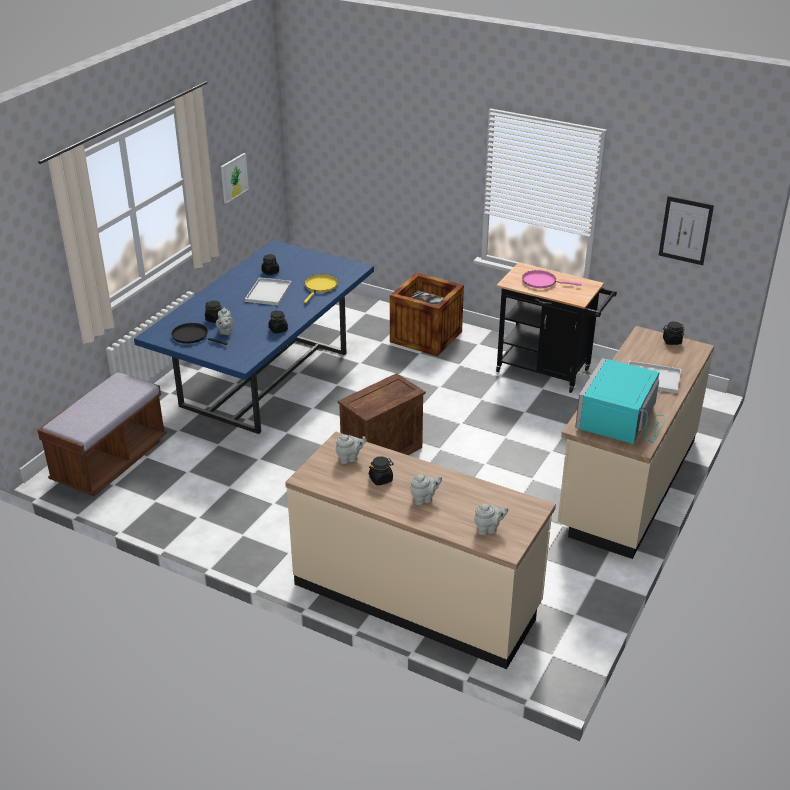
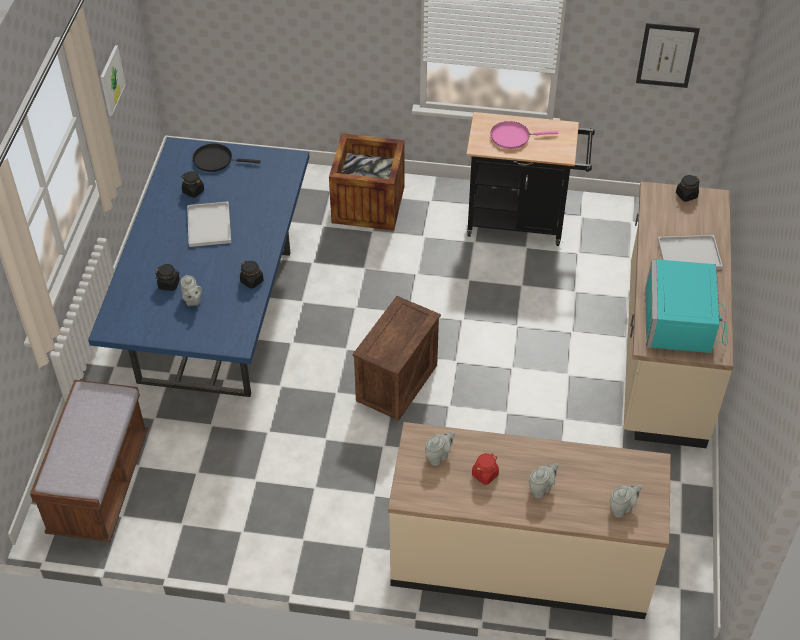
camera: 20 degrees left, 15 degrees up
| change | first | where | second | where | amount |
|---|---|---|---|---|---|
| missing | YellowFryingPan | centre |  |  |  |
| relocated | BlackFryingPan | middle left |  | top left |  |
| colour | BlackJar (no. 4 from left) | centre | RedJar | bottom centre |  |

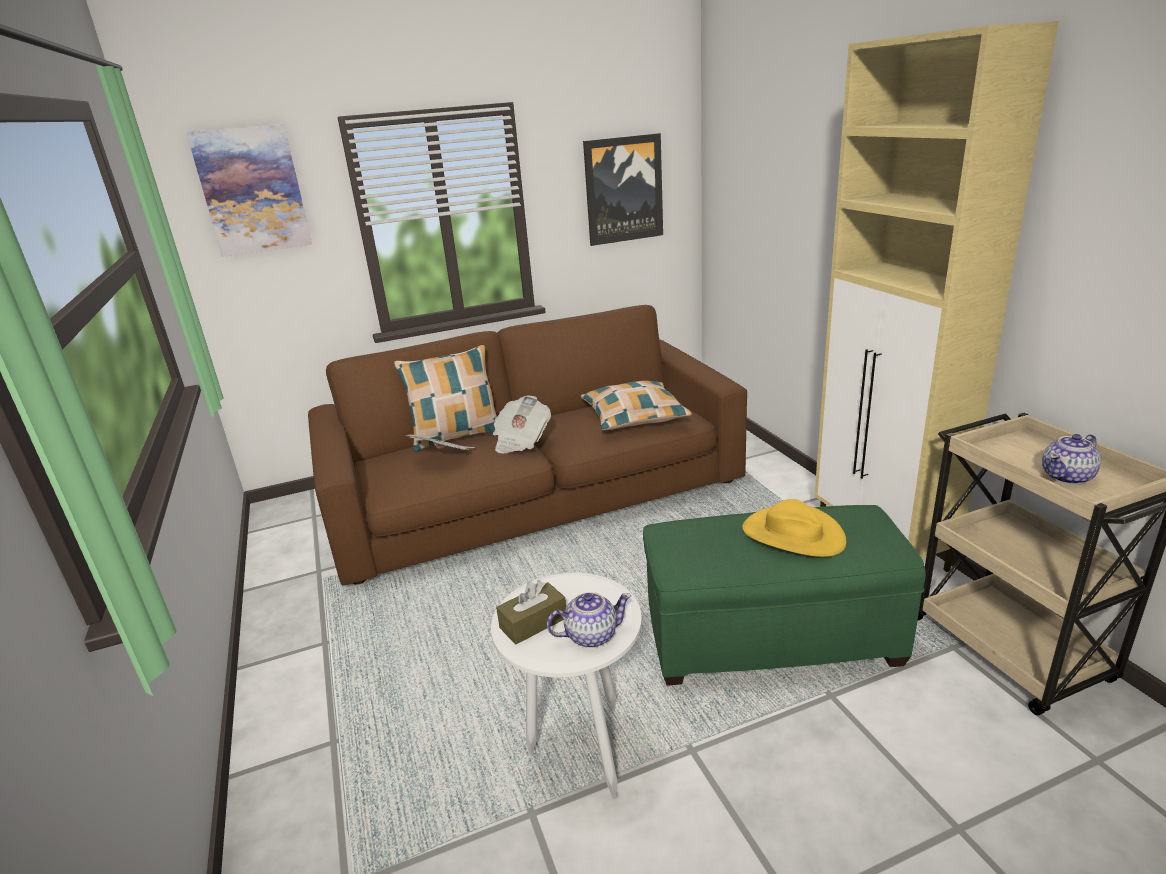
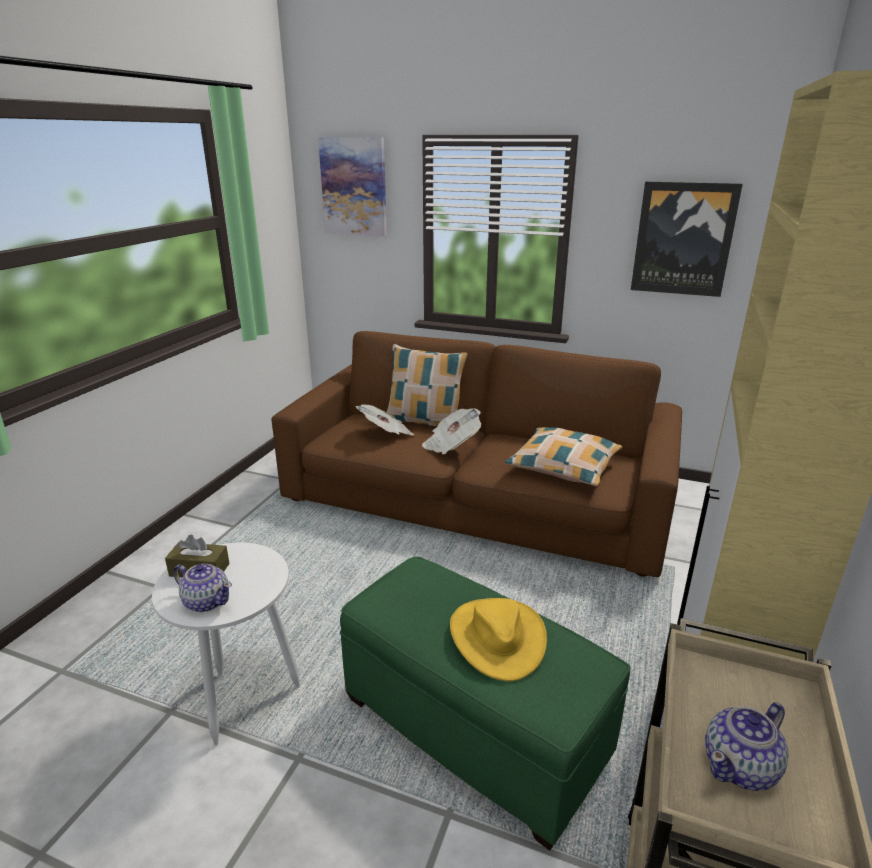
camera: 40 degrees right, 0 degrees up
| change | first | where | second | where | amount |
|---|---|---|---|---|---|
| spun | Teapot (no. 2 from left) | middle right |  | bottom right | 45 degrees counterclockwise |

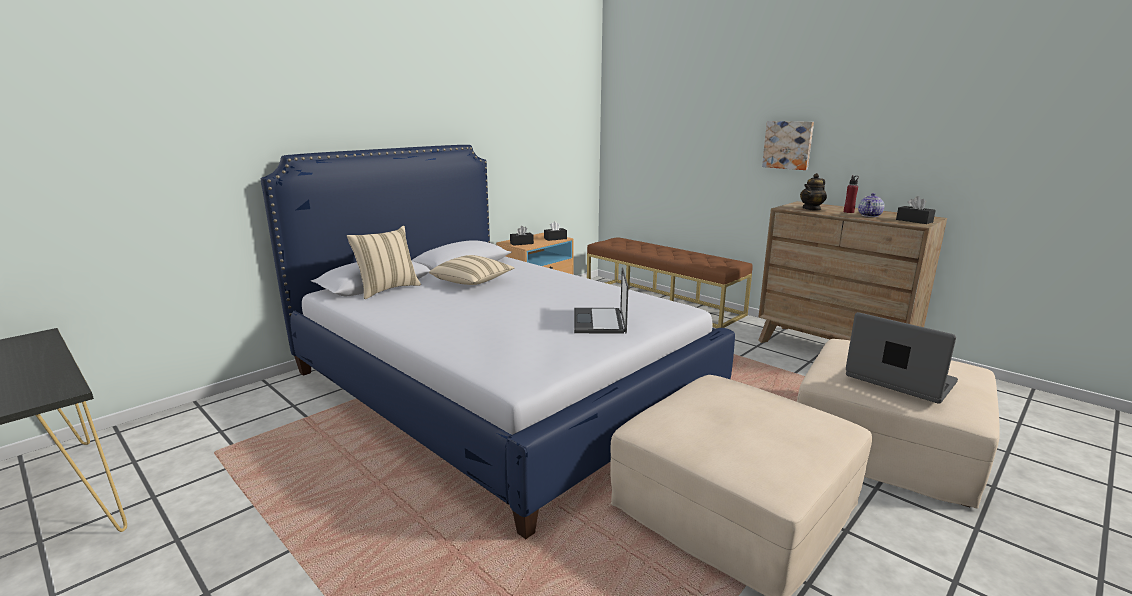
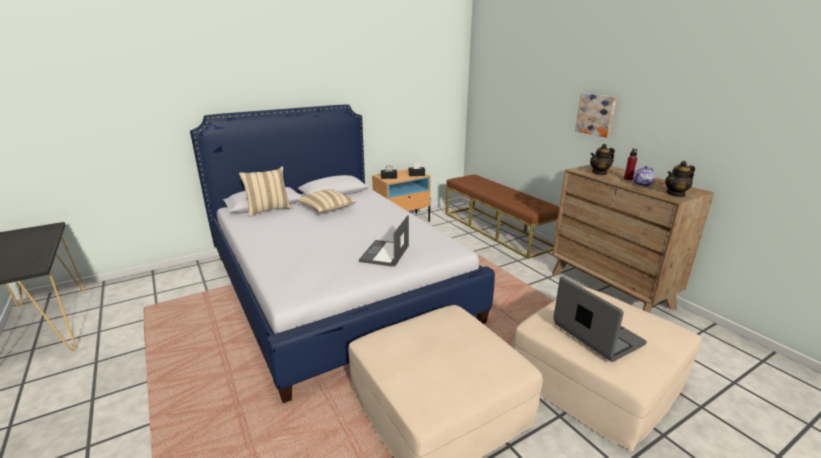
camera: 15 degrees right, 5 degrees up
| change | first | where | second | where | amount |
|---|---|---|---|---|---|
| exchanged | BlackTissueBox (no. 3 from left) | middle right | Teapot (no. 3 from left) | middle right |  |

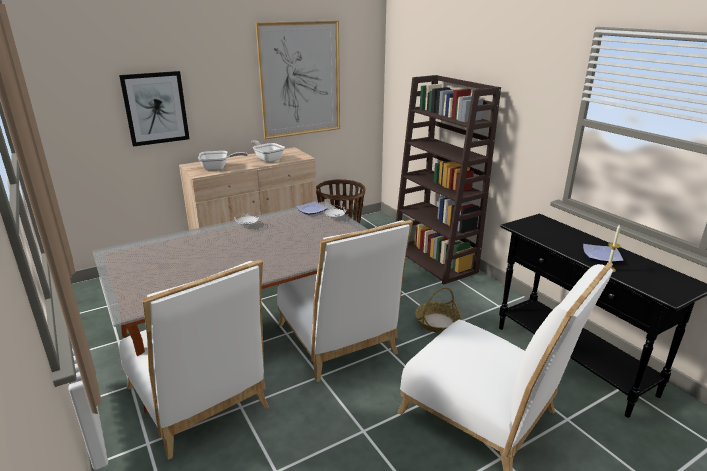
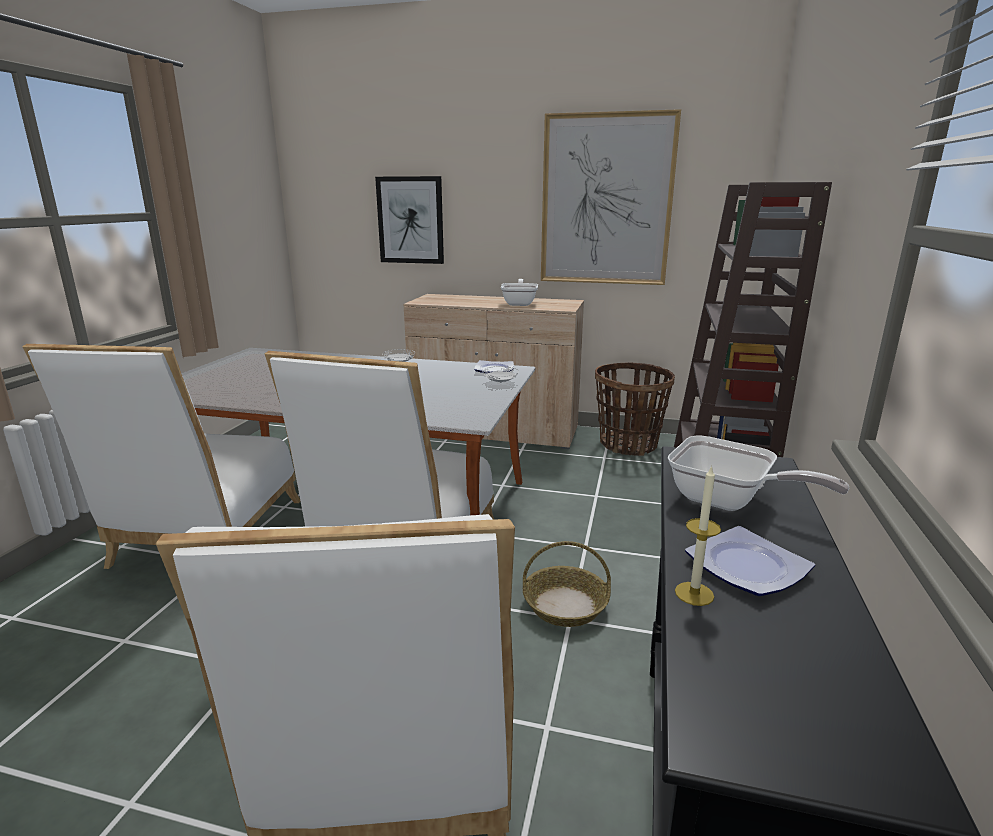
camera: 45 degrees right, 5 degrees down
| change | first | where | second | where | amount |
|---|---|---|---|---|---|
| relocated | FryingPan (no. 1 from left in the first image) | middle left | FryingPan (no. 2 from left) | middle right |  |

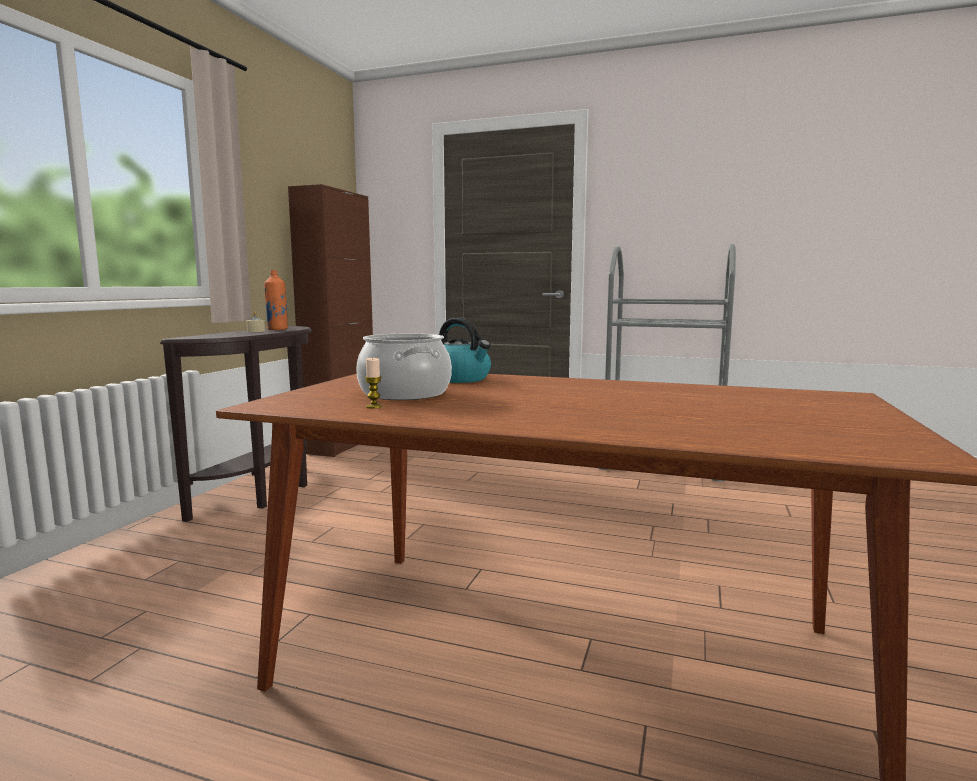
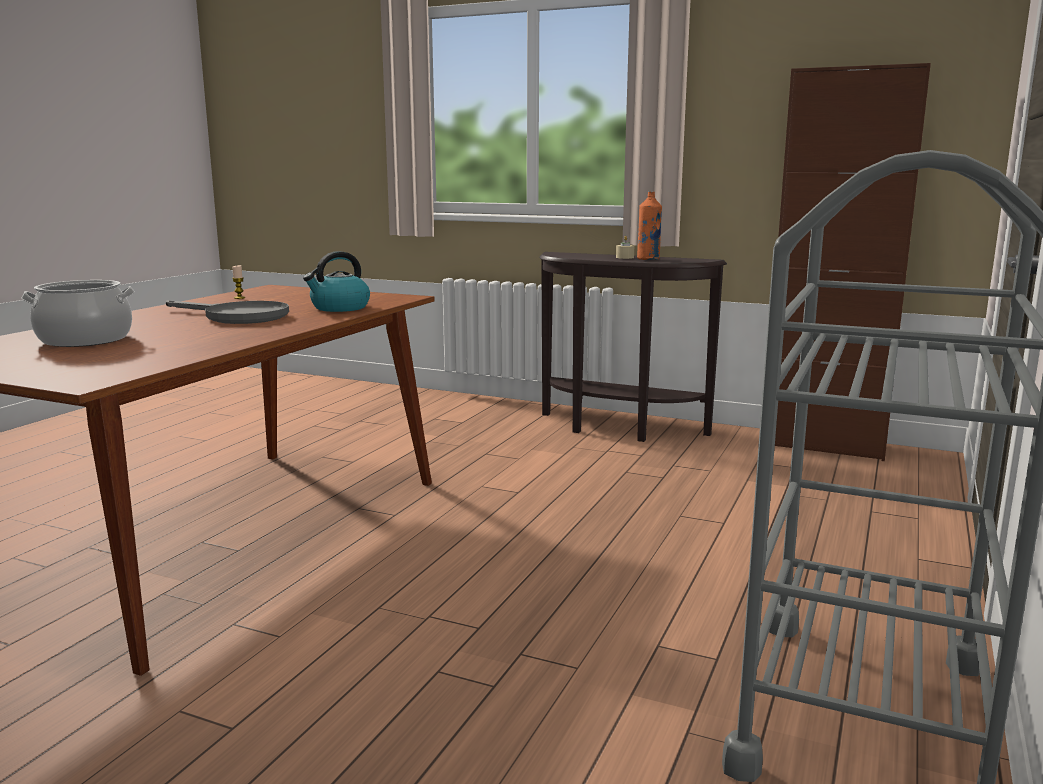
camera: 95 degrees right, 5 degrees up
| change | first | where | second | where | amount |
|---|---|---|---|---|---|
| appeared |  |  | GreyFryingPan | middle left |  |
| relocated | CookingPot | centre |  | middle left |  |

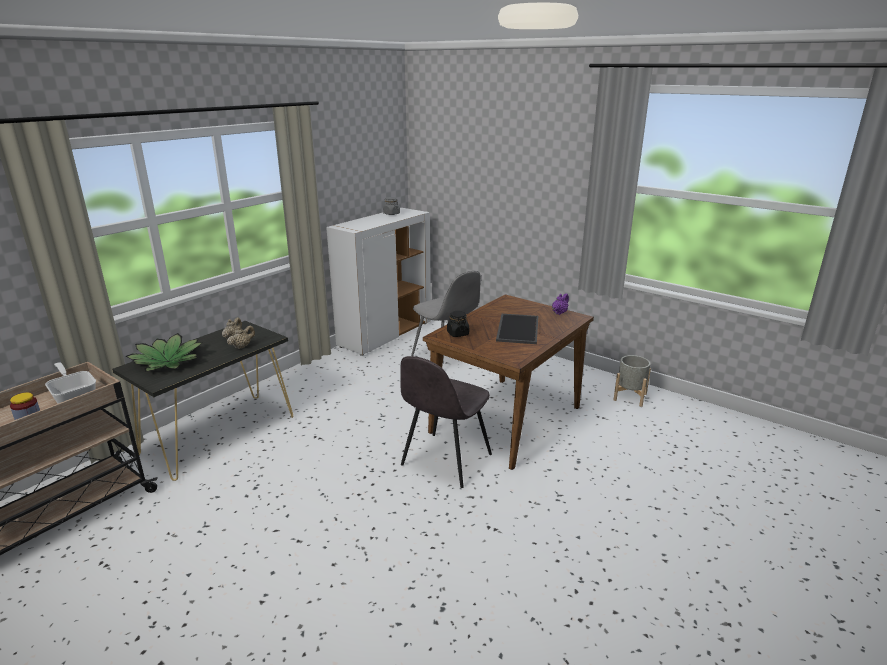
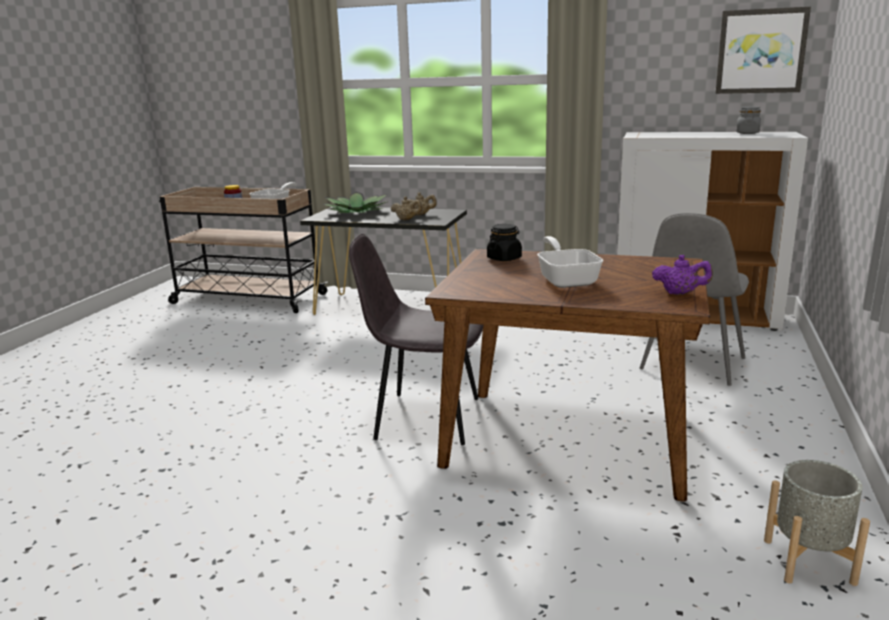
camera: 70 degrees right, 5 degrees down
| change | first | where | second | where | amount |
|---|---|---|---|---|---|
| appeared |  |  | Picture | top right |  |
| exchanged | Tray | centre | FryingPan (no. 2 from left) | centre |  |

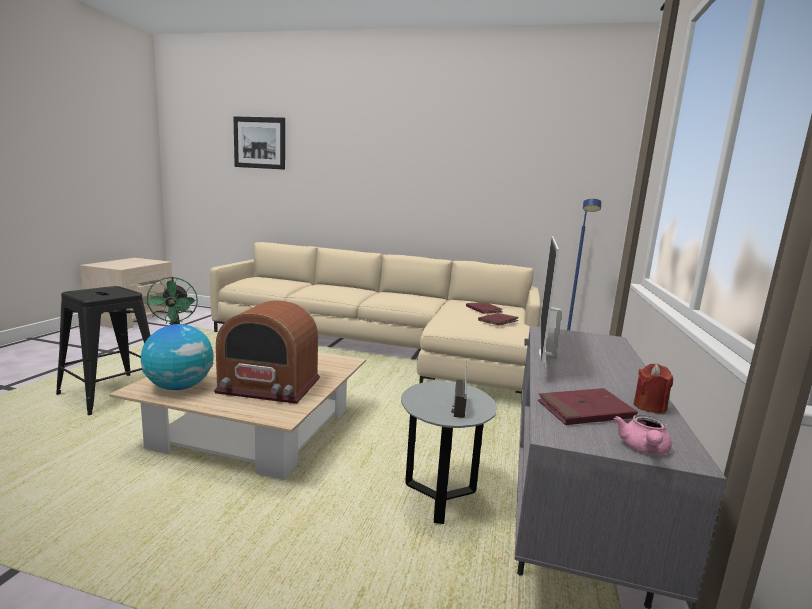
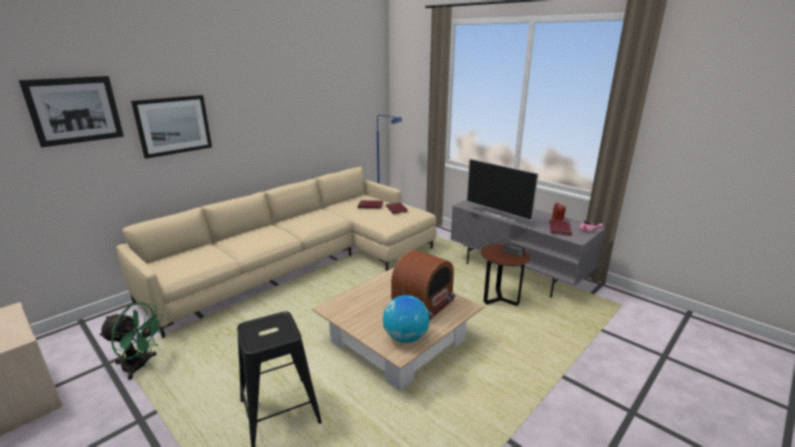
camera: 60 degrees left, 10 degrees up
| change | first | where | second | where | amount |
|---|---|---|---|---|---|
| appeared |  |  | Picture (no. 2 from left) | top left |  |
| colour | GreySideTable | bottom centre | BrownSideTable | centre |  |

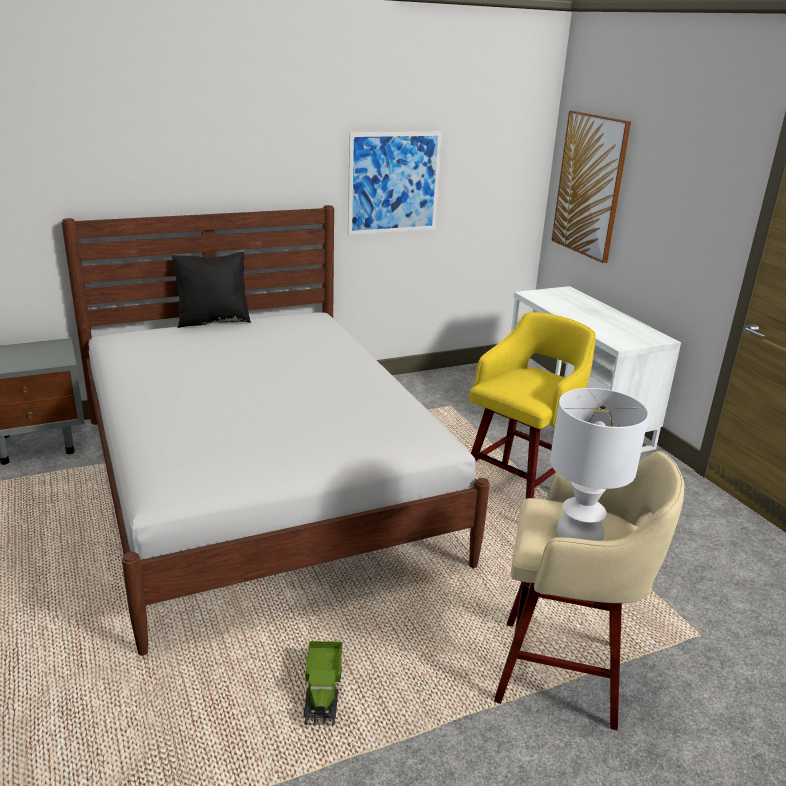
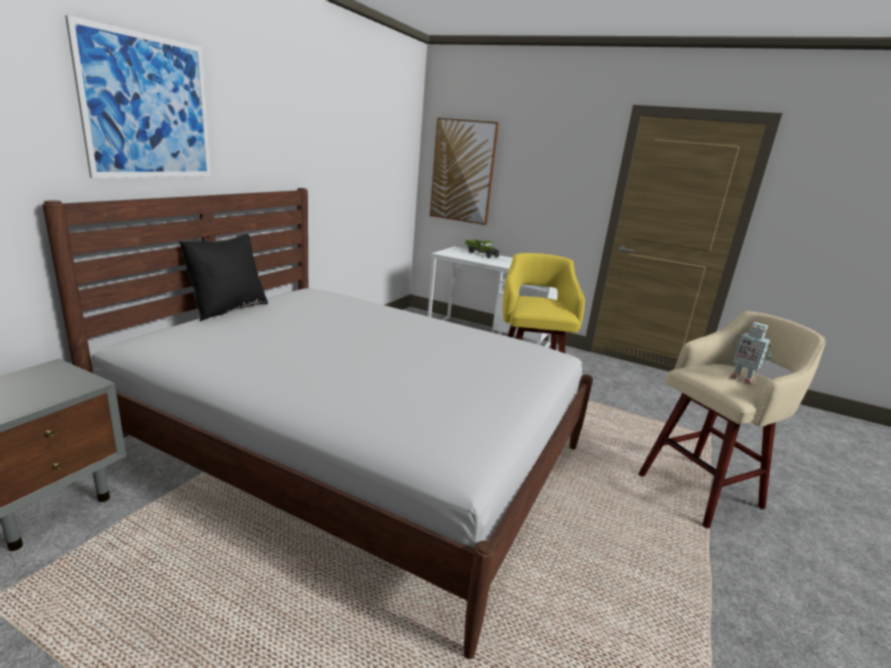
camera: 40 degrees left, 5 degrees down
| change | first | where | second | where | amount |
|---|---|---|---|---|---|
| relocated | ToyTruck | bottom centre |  | centre |  |
| relocated | Picture (no. 1 from left) | top centre |  | top left |  |
| exchanged | WhiteTableLamp | middle right | ToyRobot | middle right |  |

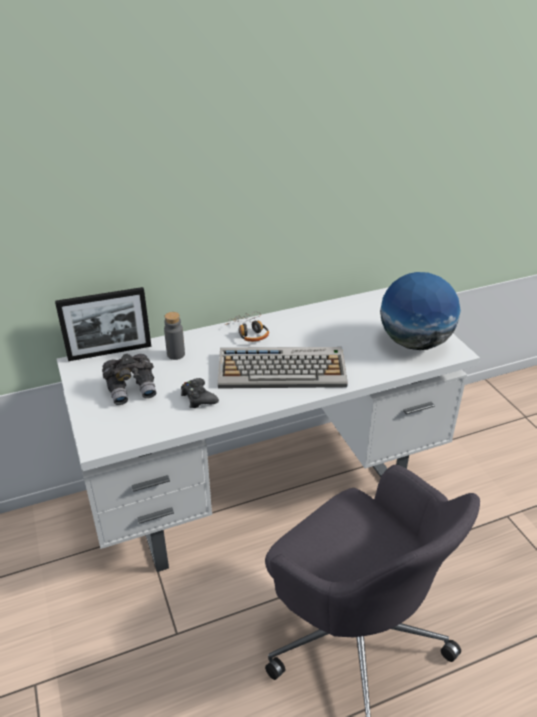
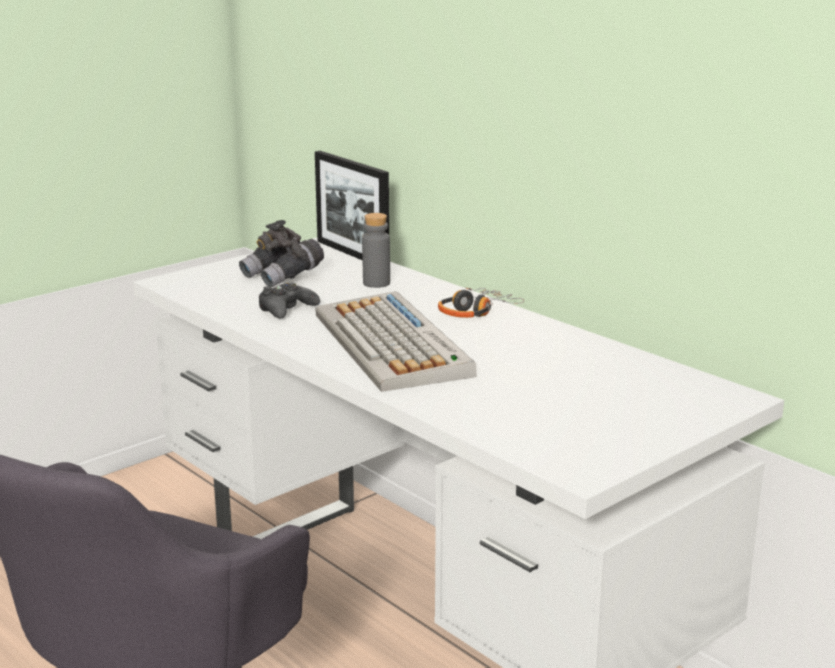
camera: 70 degrees right, 15 degrees down
| change | first | where | second | where | amount |
|---|---|---|---|---|---|
| missing | Globe | middle right |  |  |  |

